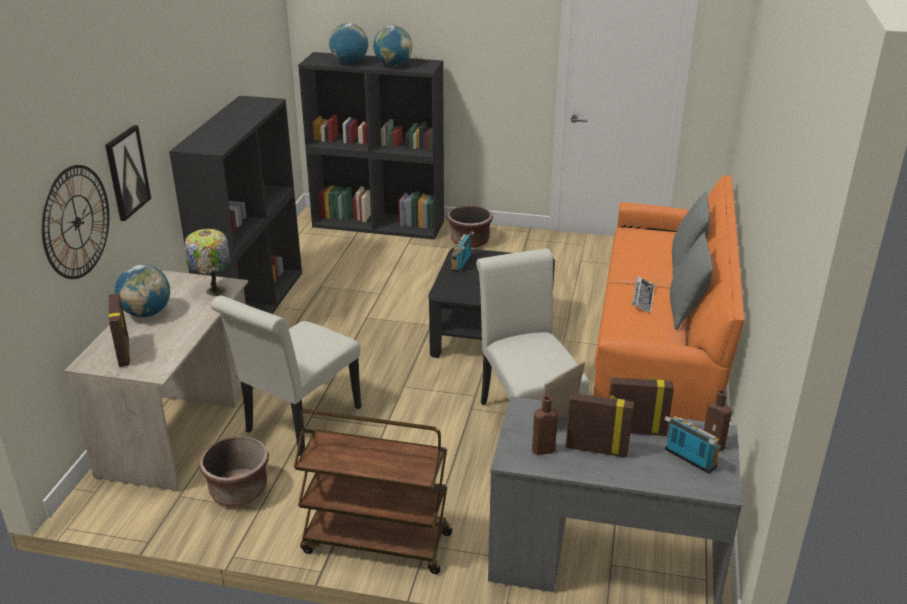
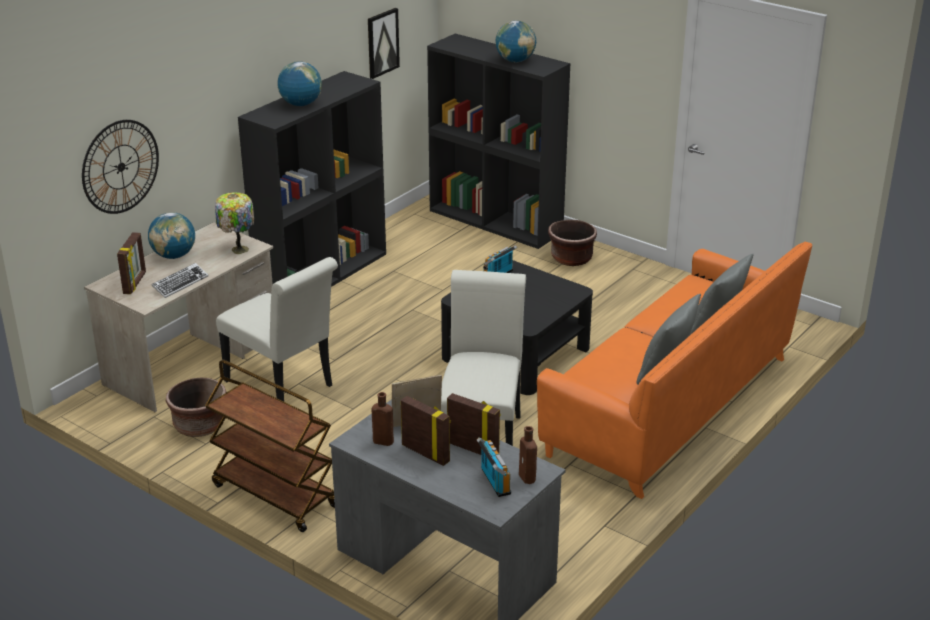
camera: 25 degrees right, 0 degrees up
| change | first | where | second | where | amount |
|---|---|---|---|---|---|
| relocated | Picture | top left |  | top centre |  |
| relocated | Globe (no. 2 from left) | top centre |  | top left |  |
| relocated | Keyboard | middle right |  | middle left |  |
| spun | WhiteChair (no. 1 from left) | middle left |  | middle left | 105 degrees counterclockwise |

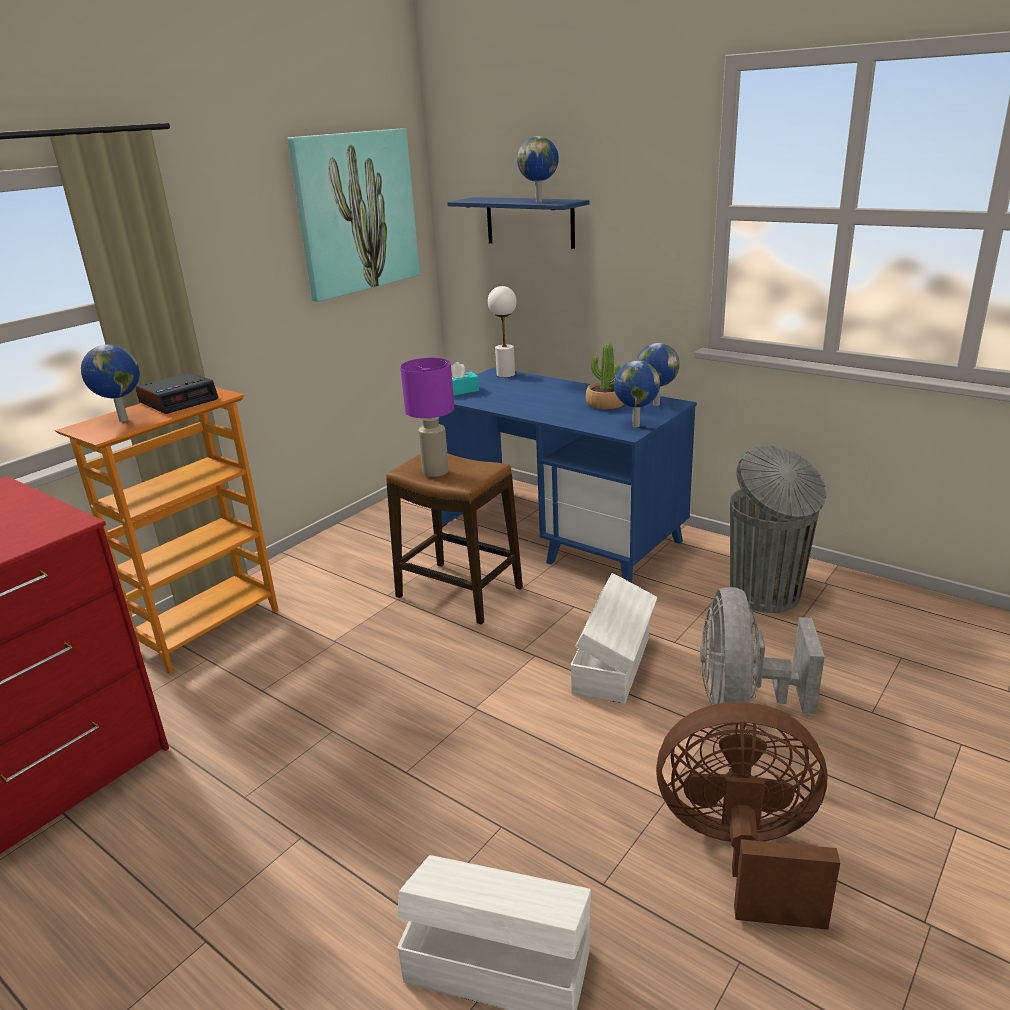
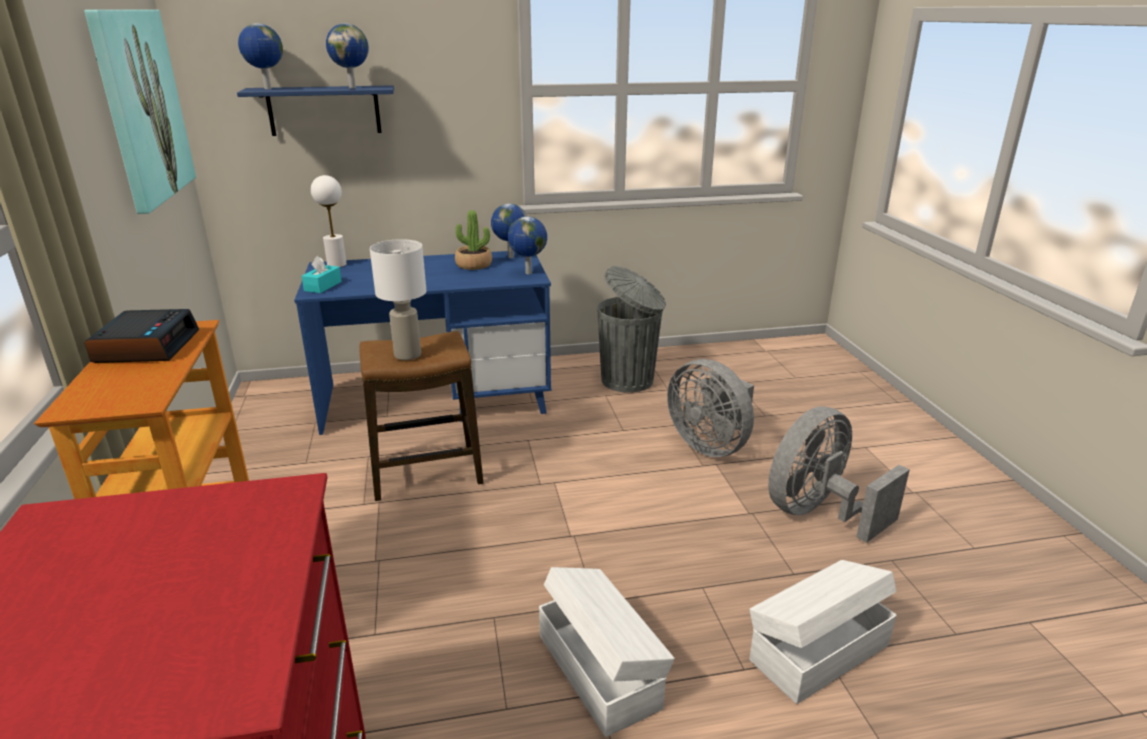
camera: 50 degrees left, 0 degrees up
| change | first | where | second | where | amount |
|---|---|---|---|---|---|
| relocated | Globe (no. 1 from left) | middle left |  | top left |  |
| relocated | WhiteStorageBox (no. 2 from left in the first image) | centre | WhiteStorageBox (no. 1 from left) | bottom centre |  |
| colour | PurpleTableLamp | centre | WhiteTableLamp (no. 2 from left) | centre |  |
| colour | BrownFan | bottom right | GreyFan (no. 2 from left) | middle right |  |

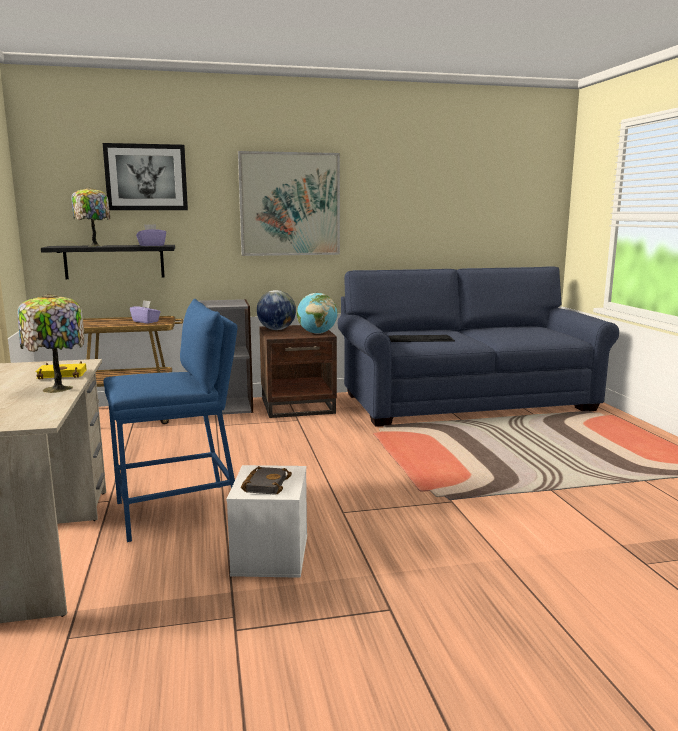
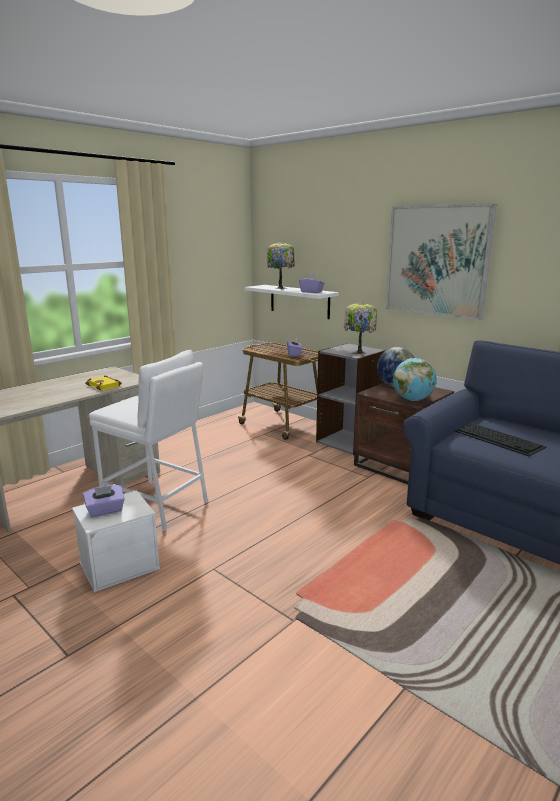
camera: 55 degrees right, 5 degrees up
| change | first | where | second | where | amount |
|---|---|---|---|---|---|
| missing | Picture (no. 1 from left) | top left |  |  |  |
| relocated | TableLamp (no. 1 from left in the first image) | middle left | TableLamp (no. 2 from left) | centre |  |
| exchanged | BlackBook | centre | PurpleTissueBox (no. 1 from left) | middle left |  |
| colour | BlackShelf | middle left | WhiteShelf | centre |  |
| colour | BlueStool | middle left | WhiteStool | middle left |  |

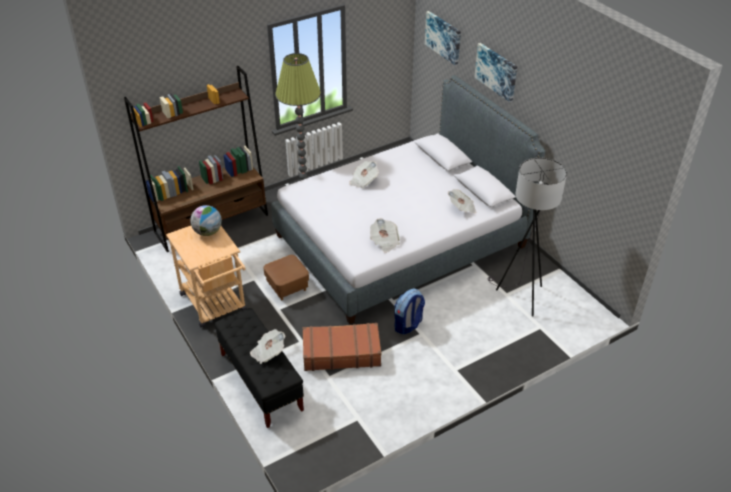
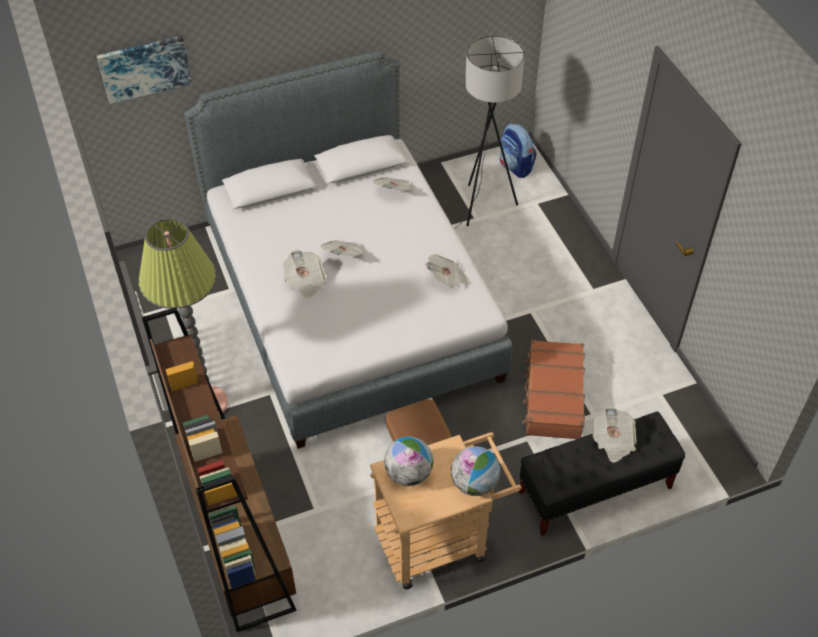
camera: 80 degrees left, 10 degrees up
| change | first | where | second | where | amount |
|---|---|---|---|---|---|
| missing | Picture (no. 2 from left) | top right |  |  |  |
| appeared |  |  | Newspaper (no. 2 from left) | centre |  |
| appeared |  |  | Globe (no. 2 from left) | bottom centre |  |
| relocated | Backpack | centre |  | top centre |  |

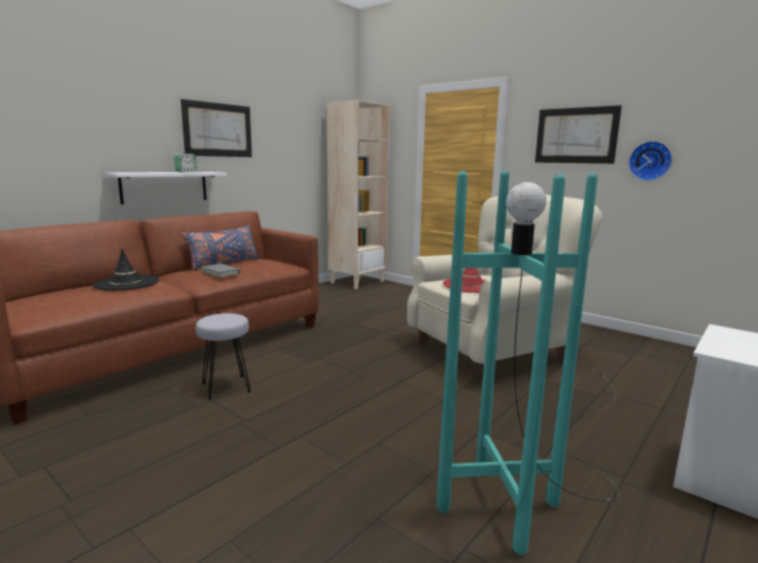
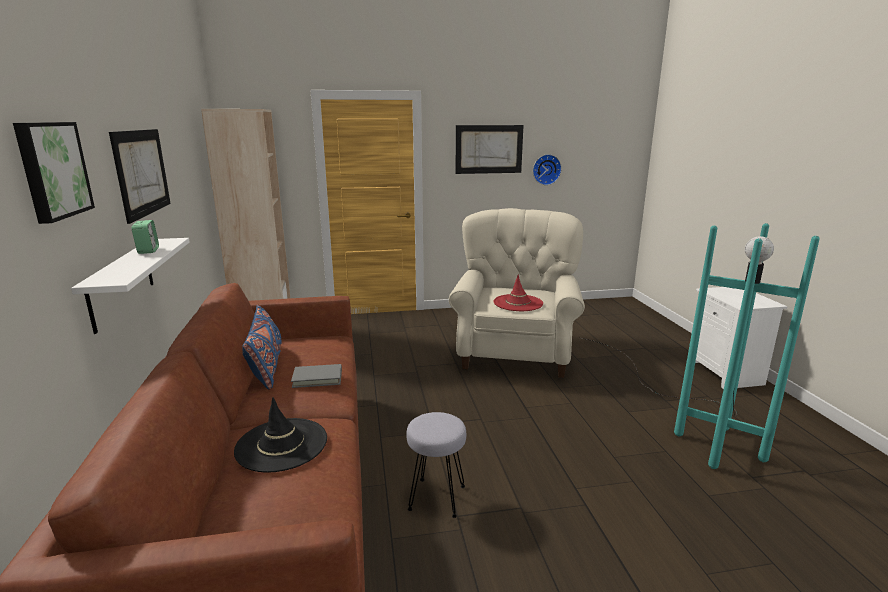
camera: 50 degrees left, 5 degrees up
| change | first | where | second | where | amount |
|---|---|---|---|---|---|
| appeared |  |  | Picture (no. 1 from left) | top left |  |

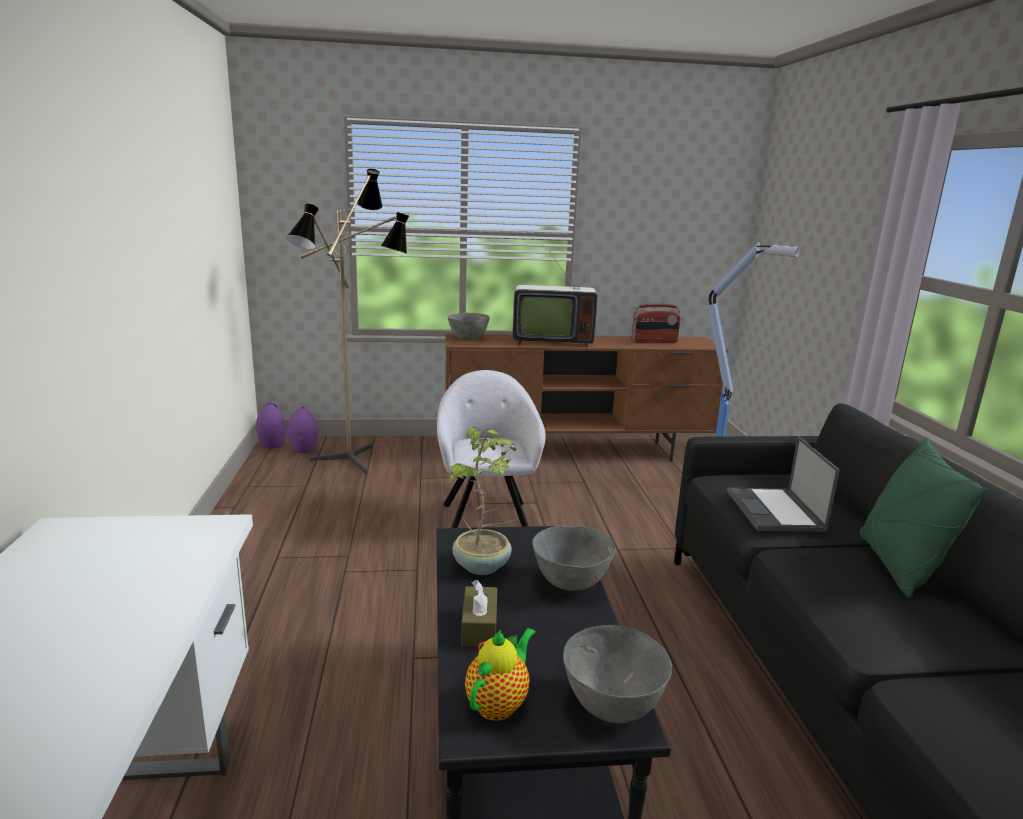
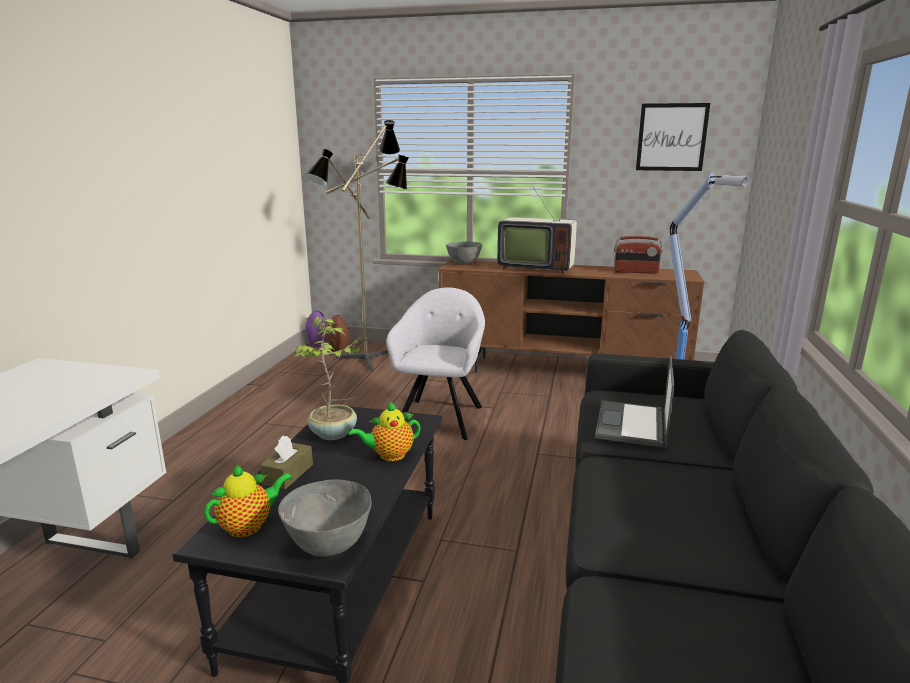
camera: 20 degrees right, 0 degrees up
| change | first | where | second | where | amount |
|---|---|---|---|---|---|
| missing | GreenPillow | middle right |  |  |  |
| appeared |  |  | Picture | top right |  |
| exchanged | GreyBowl (no. 2 from left) | bottom centre | Teapot (no. 2 from left) | centre |  |
| colour | PurpleVase (no. 2 from left) | middle left | BrownVase | centre |  |

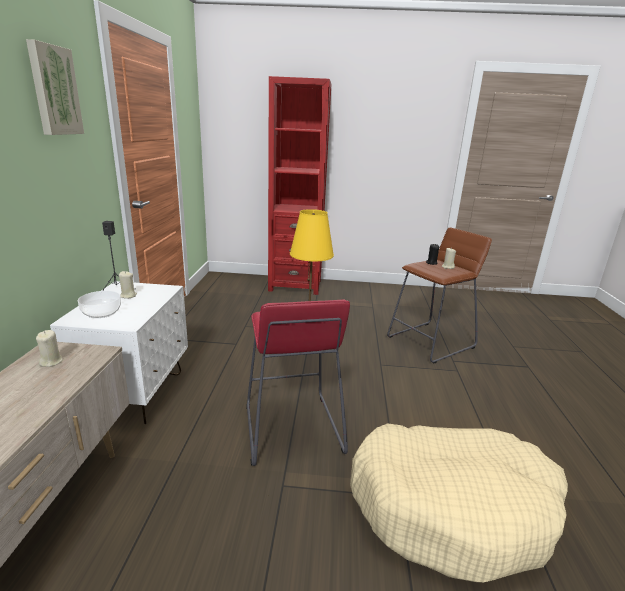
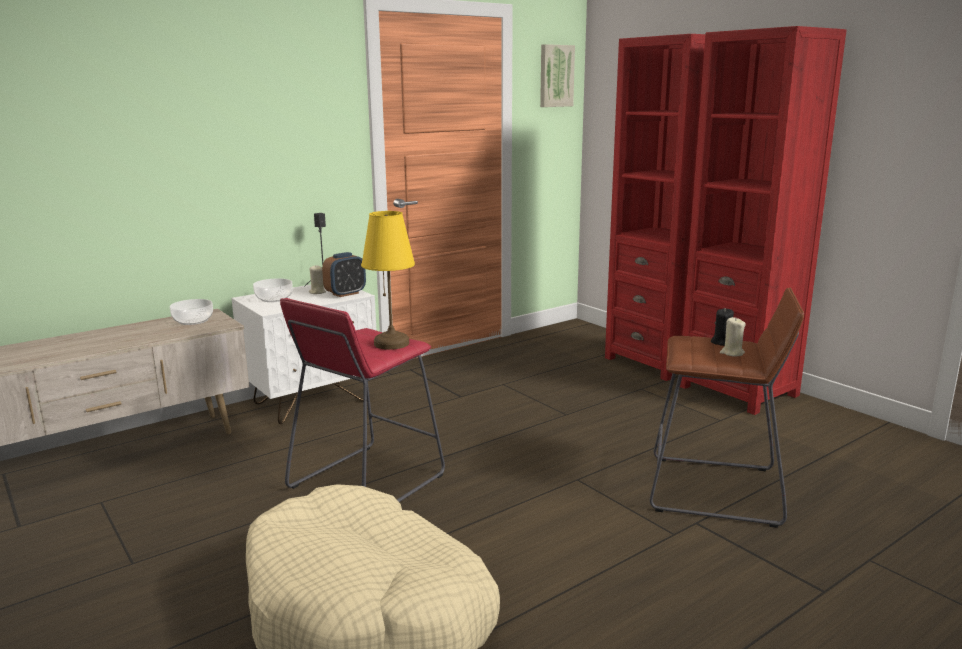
camera: 50 degrees right, 5 degrees down
| change | first | where | second | where | amount |
|---|---|---|---|---|---|
| appeared |  |  | AlarmClock | centre |  |
| appeared |  |  | RedBookcase (no. 2 from left) | middle right |  |
| relocated | Picture | top left |  | top centre |  |
| exchanged | BeigeCandle (no. 1 from left) | middle left | Bowl (no. 1 from left) | middle left |  |

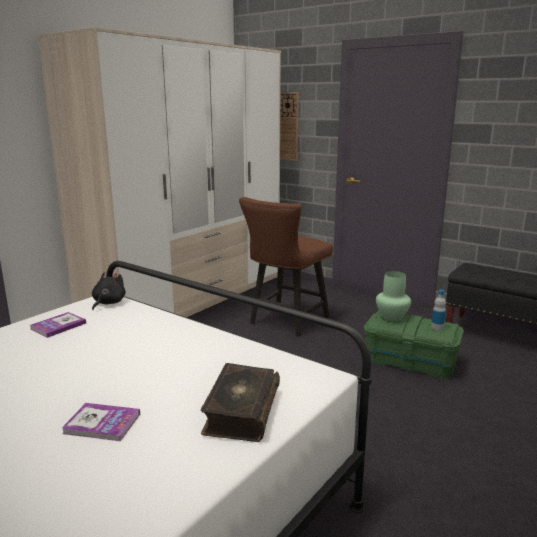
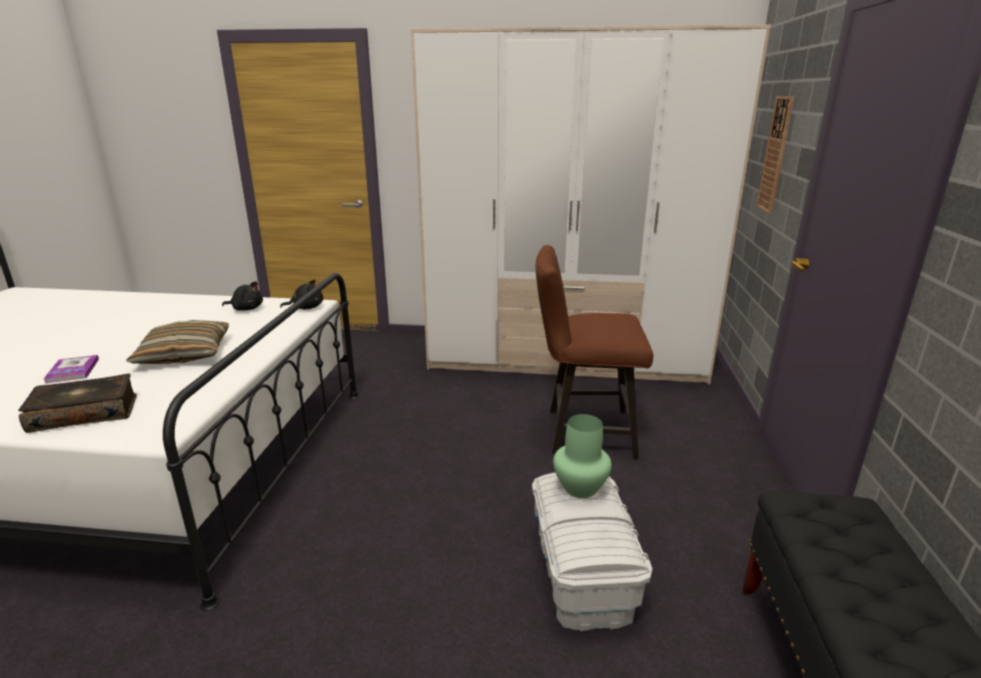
camera: 60 degrees right, 5 degrees up
| change | first | where | second | where | amount |
|---|---|---|---|---|---|
| missing | Bottle | middle right |  |  |  |
| appeared |  |  | Pillow | middle left |  |
| exchanged | Book (no. 1 from left) | middle left | BlackPlushToy (no. 1 from left) | middle left |  |
| colour | GreenStorageBox | middle right | WhiteStorageBox | bottom centre |  |

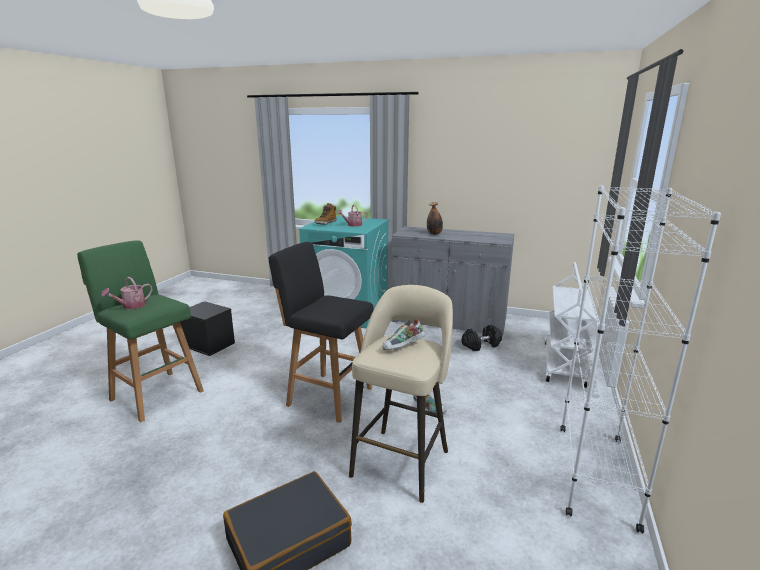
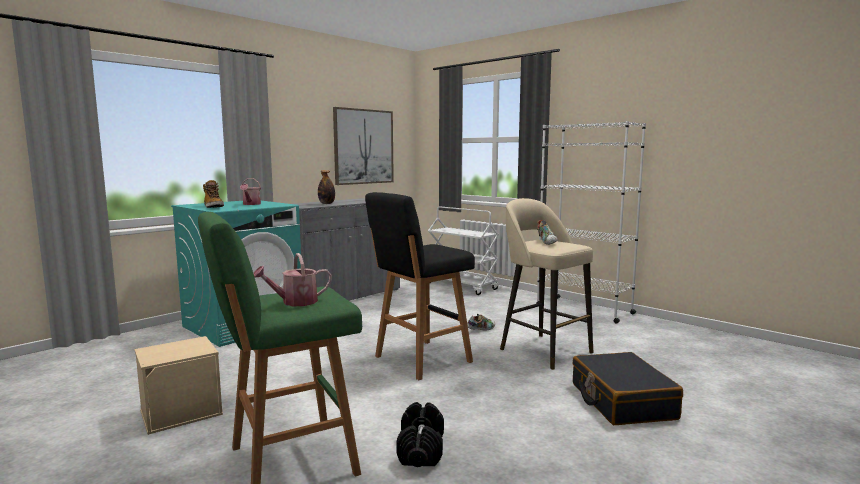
camera: 65 degrees left, 10 degrees down
| change | first | where | second | where | amount |
|---|---|---|---|---|---|
| appeared |  |  | Picture | top centre |  |
| relocated | BlackDumbbell | centre |  | bottom centre |  |
| colour | BlackStorageBox | middle left | BeigeStorageBox | bottom left |  |
| spun | WateringCan (no. 1 from left in the first image) | middle left | WateringCan (no. 2 from left) | centre | 90 degrees clockwise |

